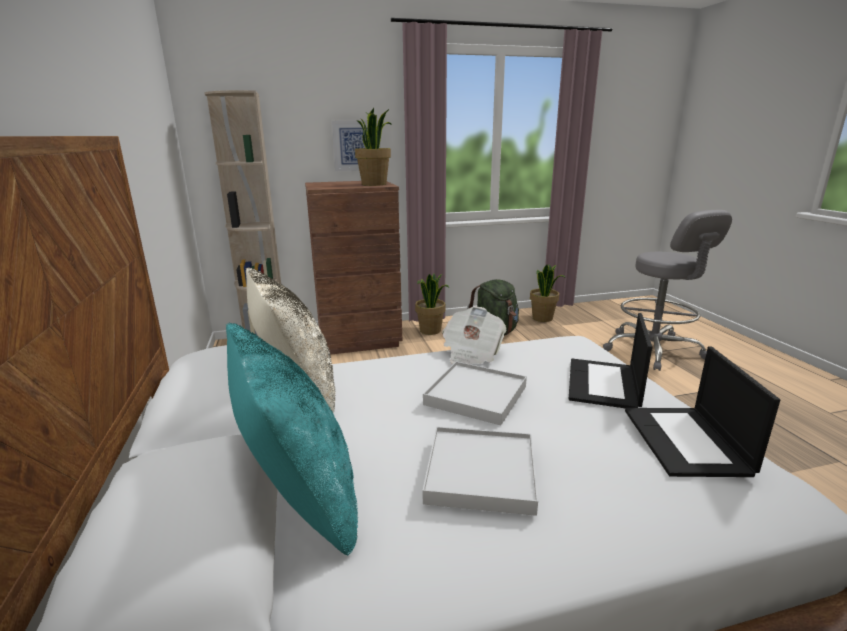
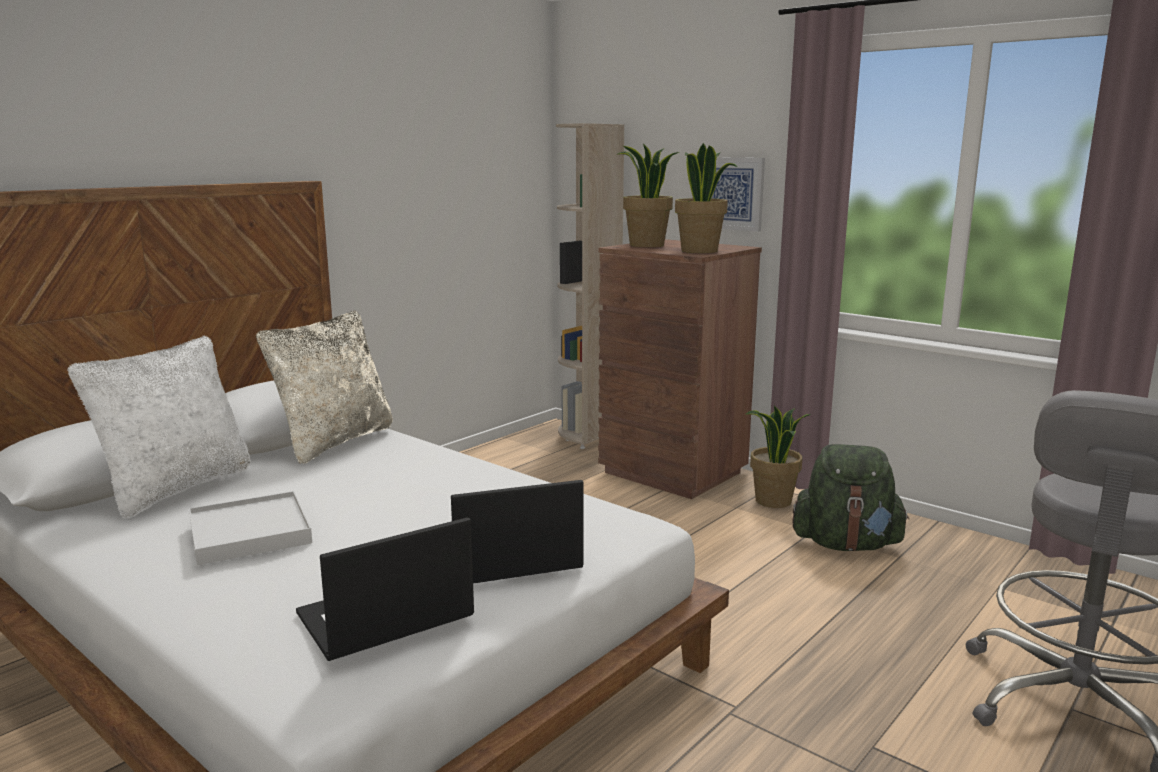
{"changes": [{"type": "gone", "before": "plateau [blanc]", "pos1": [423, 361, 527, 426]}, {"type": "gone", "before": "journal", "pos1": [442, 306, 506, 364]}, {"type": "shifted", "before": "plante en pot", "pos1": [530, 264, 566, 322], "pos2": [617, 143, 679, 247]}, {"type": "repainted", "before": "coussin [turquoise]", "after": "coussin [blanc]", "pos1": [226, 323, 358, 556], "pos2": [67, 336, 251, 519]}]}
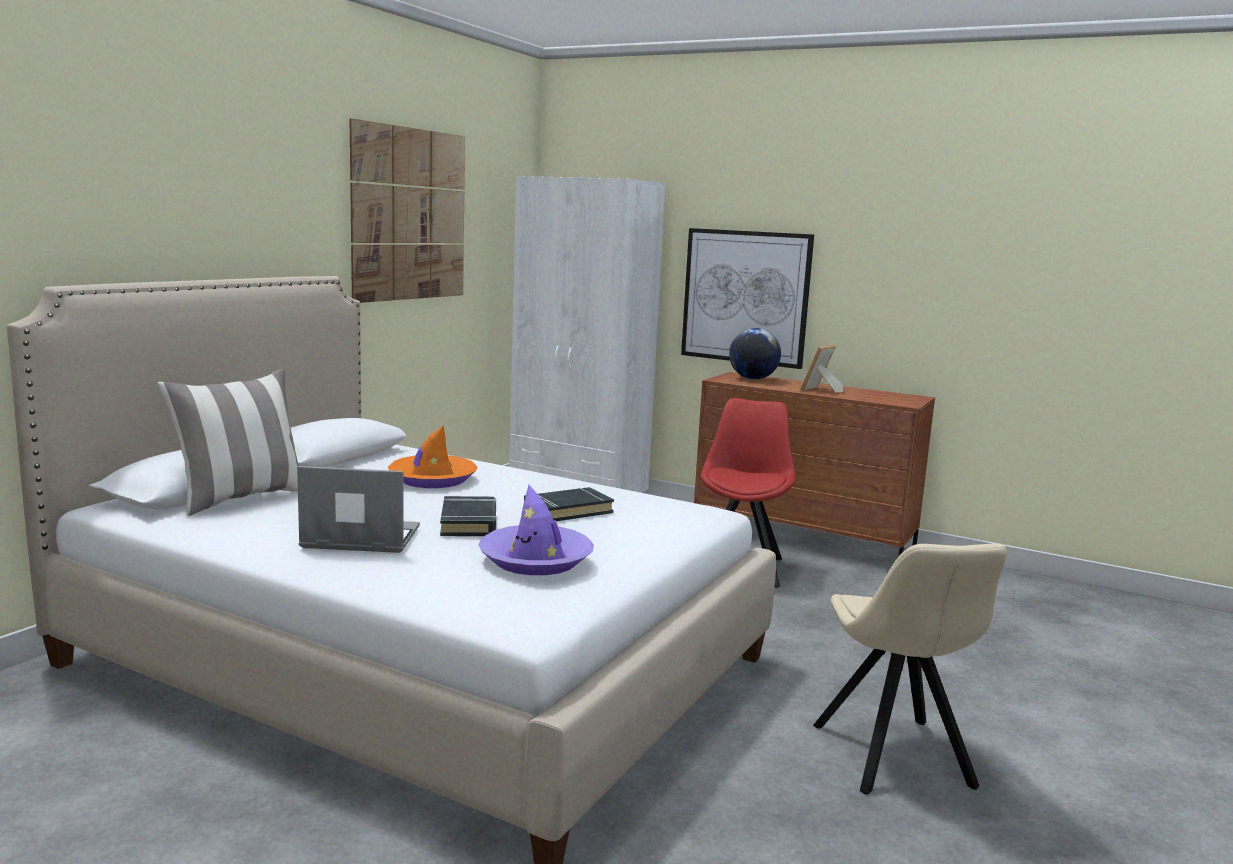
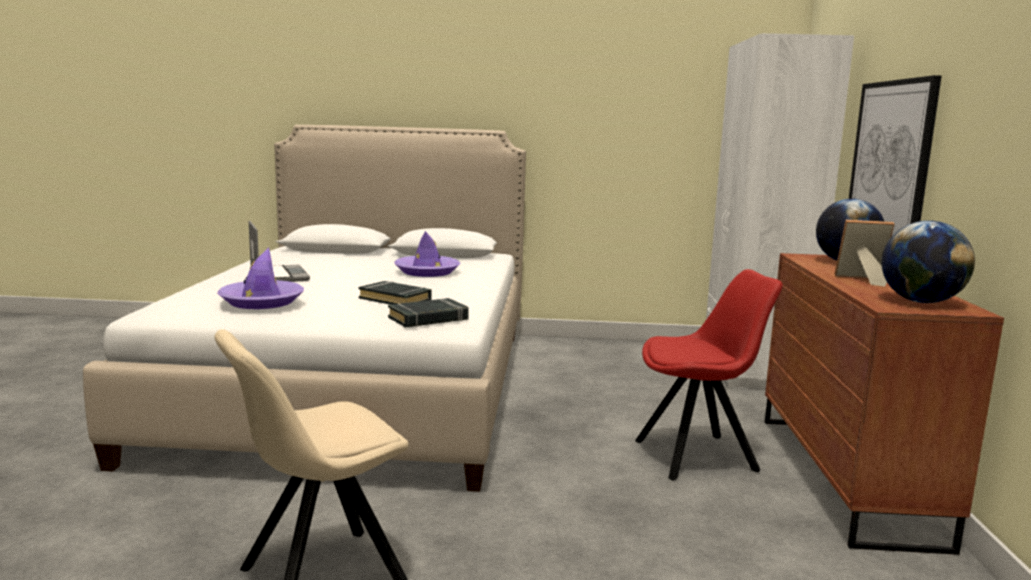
{"changes": [{"type": "gone", "before": "coussin", "pos1": [158, 368, 299, 516]}, {"type": "gone", "before": "tableau", "pos1": [350, 118, 465, 303]}, {"type": "new", "after": "globe", "pos2": [882, 221, 975, 303]}, {"type": "shifted", "before": "livre [noir]", "pos1": [440, 496, 497, 536], "pos2": [388, 298, 469, 327]}, {"type": "repainted", "before": "chapeau [orange]", "after": "chapeau [violet]", "pos1": [388, 425, 478, 488], "pos2": [394, 231, 460, 277]}]}
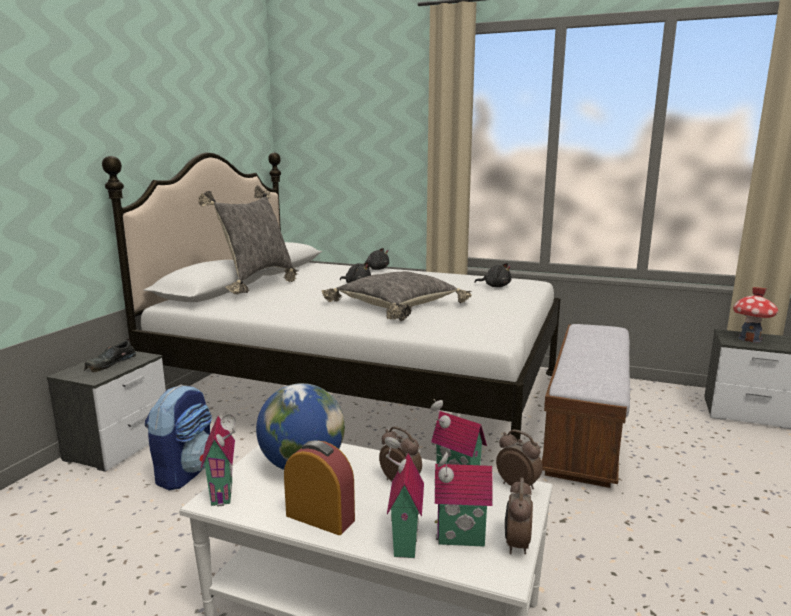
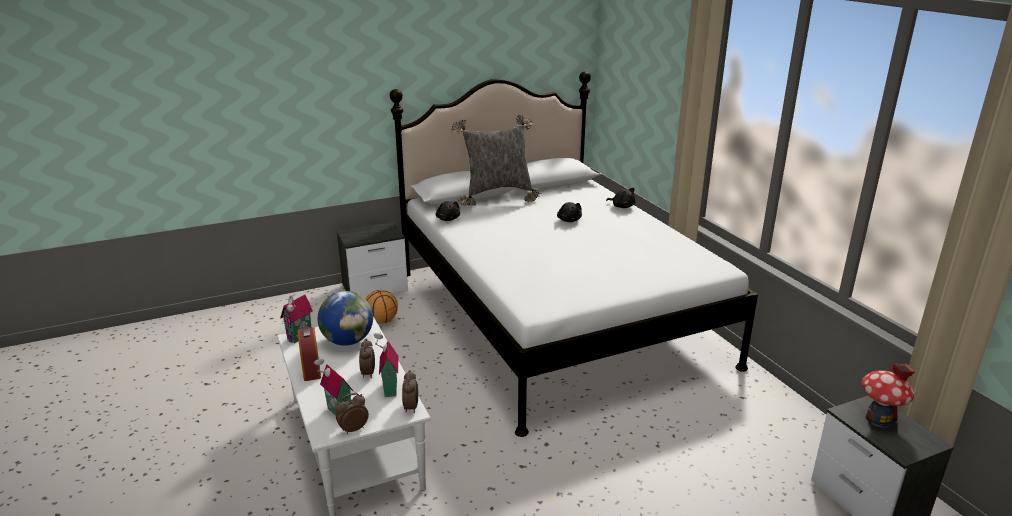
{"changes": [{"type": "gone", "before": "chaussure [noir]", "pos1": [84, 338, 136, 372]}, {"type": "gone", "before": "coussin", "pos1": [321, 271, 472, 321]}, {"type": "gone", "before": "maison miniature", "pos1": [385, 435, 424, 558]}, {"type": "gone", "before": "banc", "pos1": [542, 324, 630, 488]}, {"type": "shifted", "before": "peluche [noir]", "pos1": [474, 263, 511, 287], "pos2": [436, 201, 460, 221]}, {"type": "swapped", "before": "sac à dos", "after": "ballon de basket", "pos1": [145, 385, 212, 490], "pos2": [366, 290, 398, 324]}]}
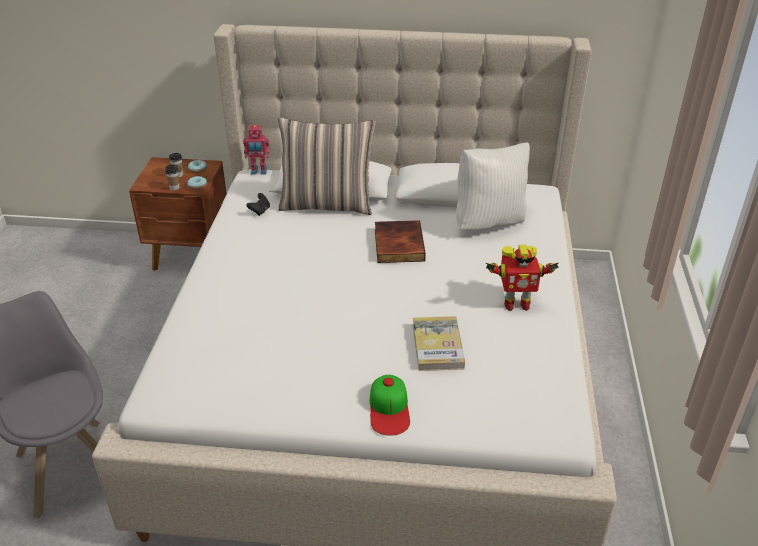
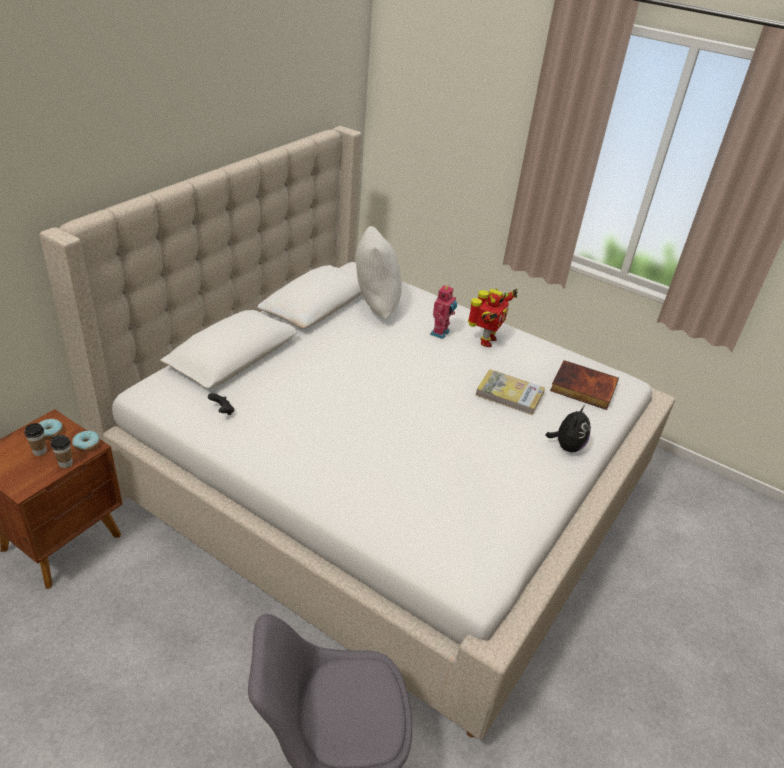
{"changes": [{"type": "gone", "before": "coussin", "pos1": [278, 117, 376, 215]}, {"type": "shifted", "before": "robot jouet", "pos1": [243, 125, 270, 175], "pos2": [430, 284, 457, 339]}, {"type": "shifted", "before": "livre", "pos1": [375, 220, 426, 263], "pos2": [550, 360, 619, 410]}, {"type": "swapped", "before": "casquette", "after": "peluche", "pos1": [370, 375, 410, 436], "pos2": [545, 405, 591, 452]}]}
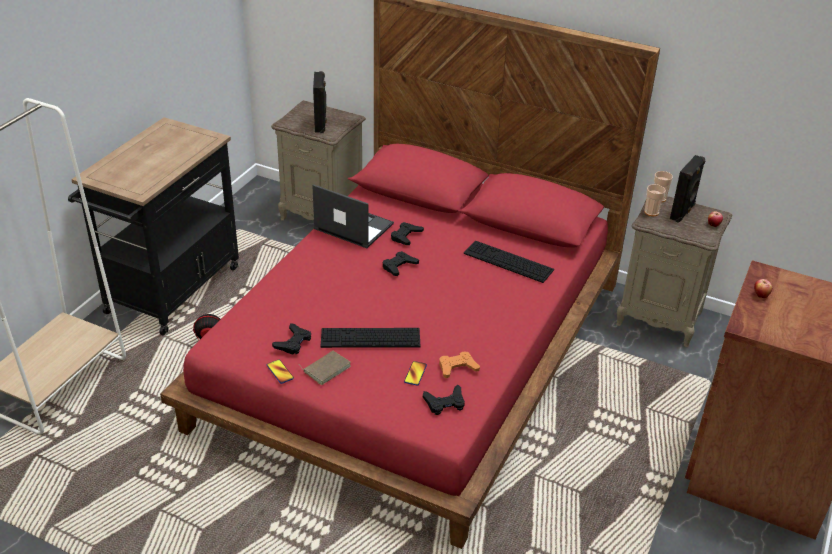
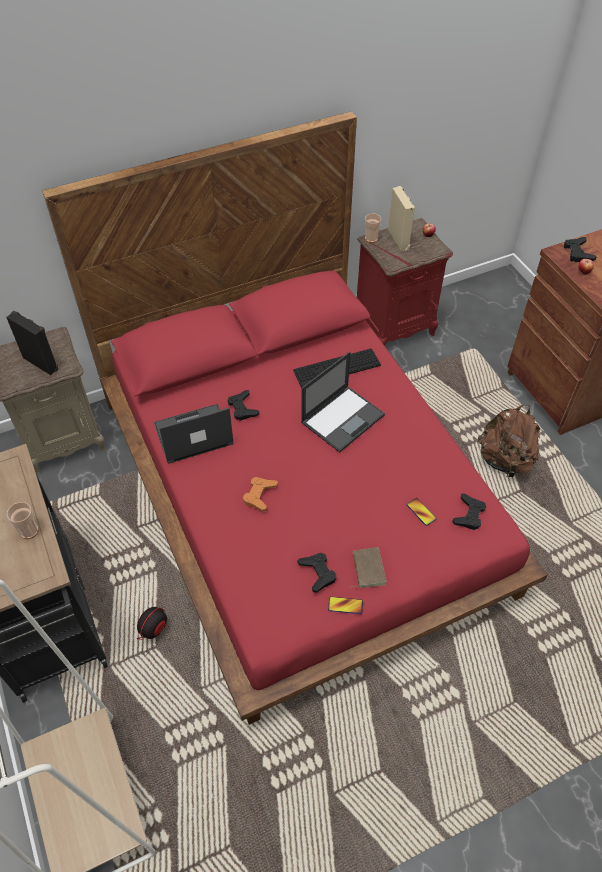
{"changes": [{"type": "gone", "before": "clavier", "pos1": [321, 328, 420, 348]}, {"type": "new", "after": "ordinateur portable", "pos2": [301, 352, 385, 453]}, {"type": "new", "after": "sac à dos [marron]", "pos2": [478, 405, 540, 477]}, {"type": "shifted", "before": "manette [noir]", "pos1": [382, 251, 419, 276], "pos2": [564, 237, 597, 262]}, {"type": "shifted", "before": "manette [orange]", "pos1": [439, 351, 480, 378], "pos2": [243, 477, 278, 512]}, {"type": "shifted", "before": "tasse", "pos1": [644, 184, 666, 216], "pos2": [7, 502, 39, 539]}, {"type": "repainted", "before": "table de chevet [beige]", "after": "table de chevet [rouge]", "pos1": [616, 196, 732, 347], "pos2": [357, 218, 453, 346]}, {"type": "repainted", "before": "enceinte [noir]", "after": "enceinte [beige]", "pos1": [670, 155, 705, 223], "pos2": [388, 186, 415, 251]}]}
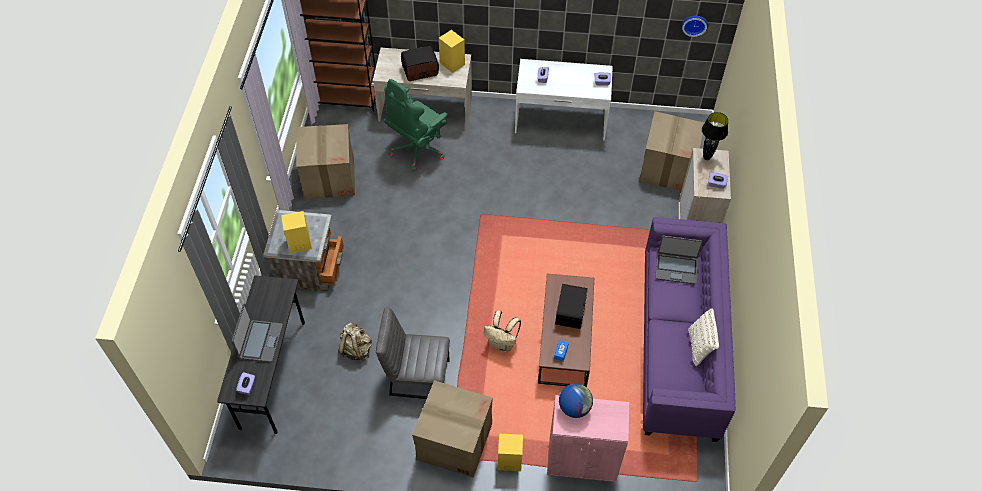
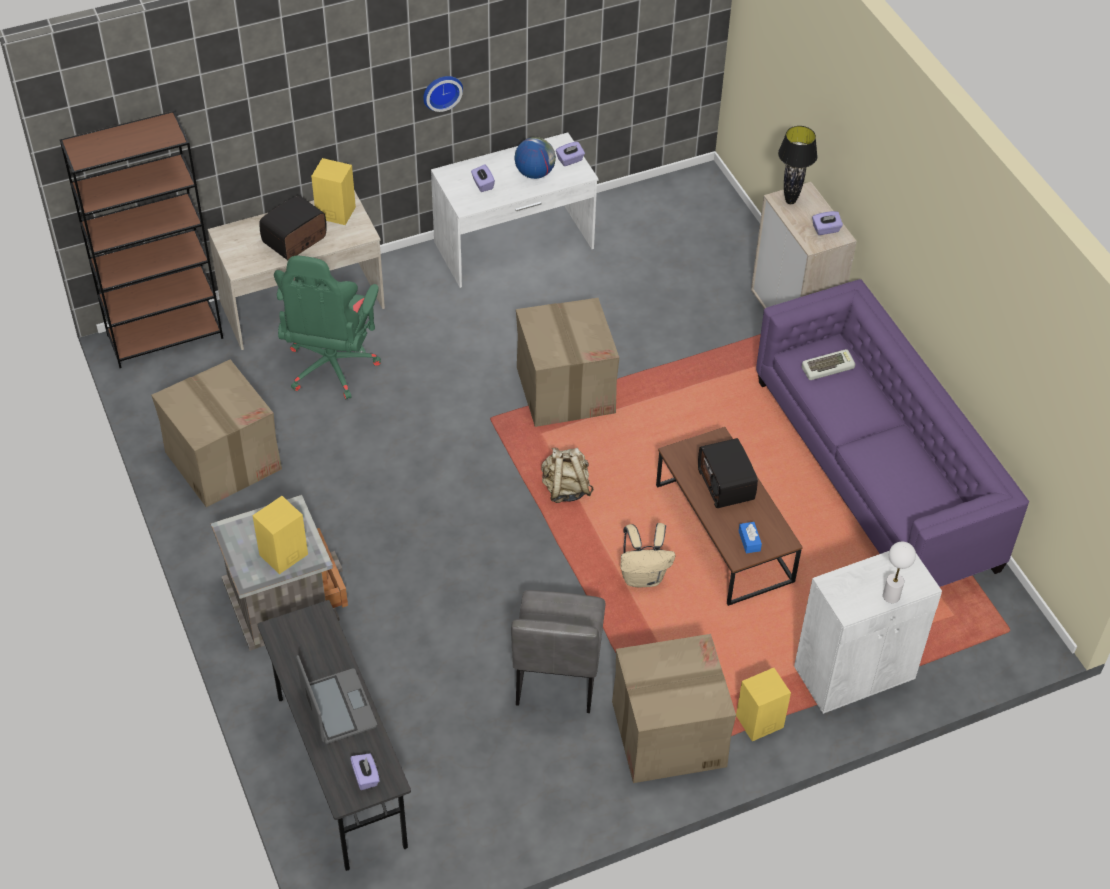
{"changes": [{"type": "gone", "before": "coussin [beige]", "pos1": [688, 308, 719, 366]}, {"type": "new", "after": "lampe de table [blanc]", "pos2": [883, 542, 916, 603]}, {"type": "shifted", "before": "sac à dos [beige]", "pos1": [338, 323, 372, 361], "pos2": [541, 447, 594, 503]}, {"type": "shifted", "before": "globe", "pos1": [559, 383, 593, 418], "pos2": [514, 137, 556, 179]}, {"type": "shifted", "before": "carton", "pos1": [639, 111, 704, 191], "pos2": [516, 298, 619, 427]}, {"type": "shifted", "before": "horloge murale", "pos1": [681, 16, 708, 37], "pos2": [423, 76, 463, 112]}, {"type": "swapped", "before": "ordinateur portable", "after": "clavier", "pos1": [655, 236, 703, 284], "pos2": [802, 349, 855, 380]}, {"type": "repainted", "before": "meuble de rangement [rose]", "after": "meuble de rangement [blanc]", "pos1": [547, 395, 629, 482], "pos2": [794, 551, 942, 714]}, {"type": "rotated", "before": "chaise [gris]", "pos1": [376, 307, 450, 399], "pos2": [511, 590, 605, 713], "turn": -60}]}
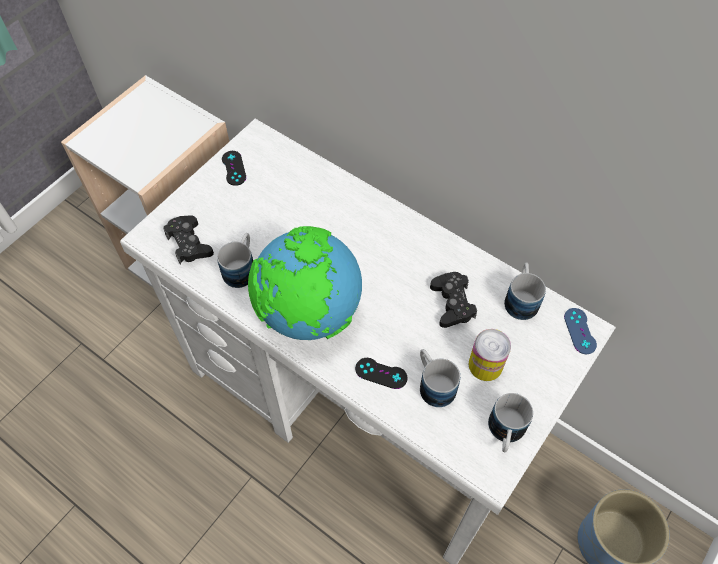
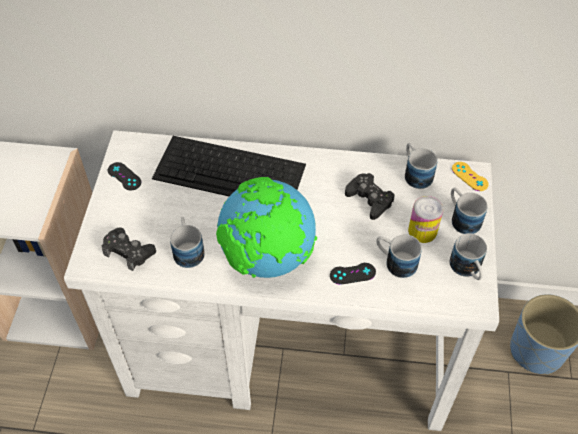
{"changes": [{"type": "new", "after": "clavier", "pos2": [152, 136, 306, 196]}, {"type": "new", "after": "mug", "pos2": [451, 187, 487, 234]}, {"type": "repainted", "before": "manette [bleu]", "after": "manette [jaune]", "pos1": [564, 308, 597, 354], "pos2": [452, 162, 489, 191]}]}
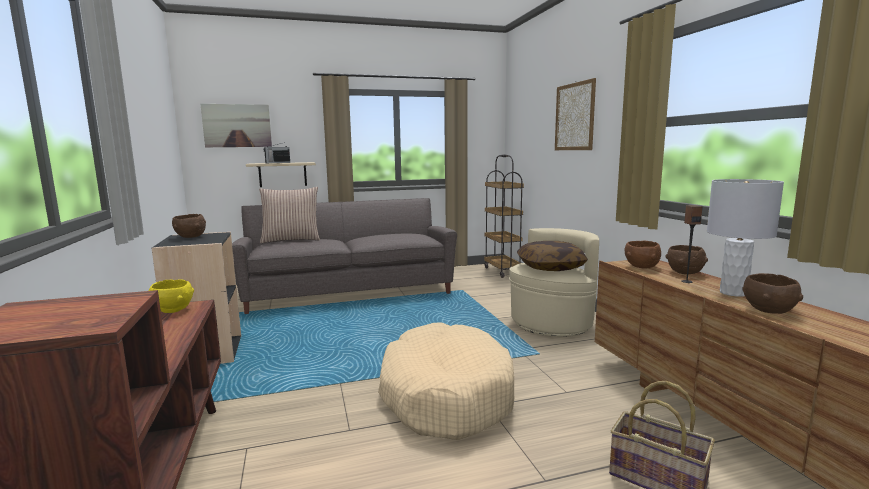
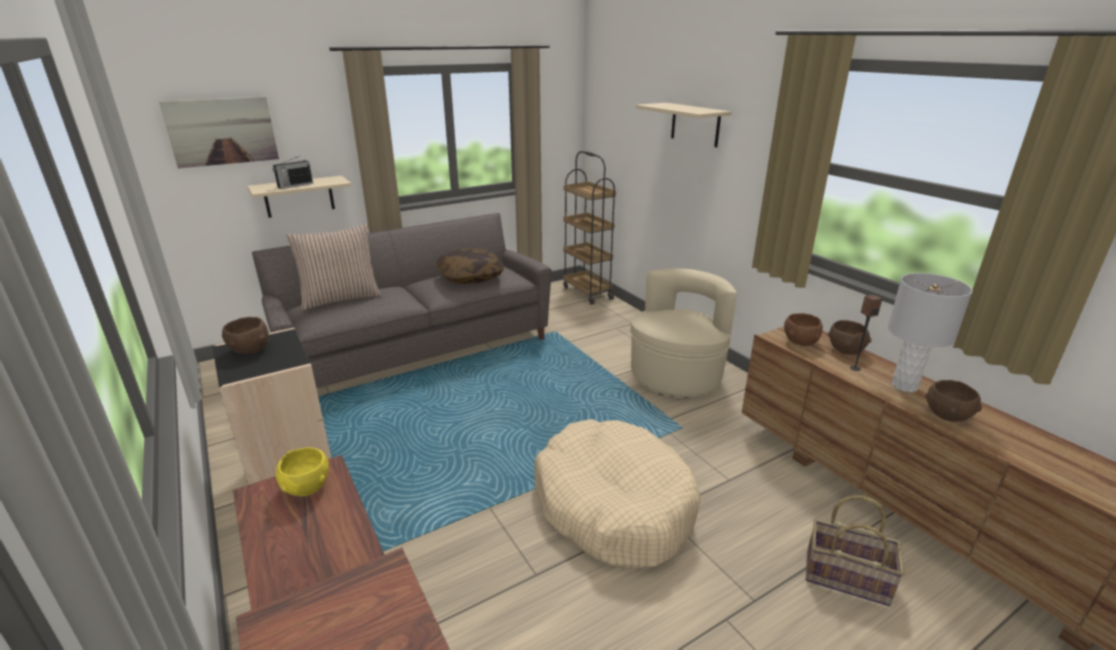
{"changes": [{"type": "shifted", "before": "coussin", "pos1": [517, 241, 588, 271], "pos2": [436, 248, 504, 284]}, {"type": "swapped", "before": "tableau", "after": "étagère [beige]", "pos1": [555, 78, 596, 150], "pos2": [636, 103, 731, 147]}]}
